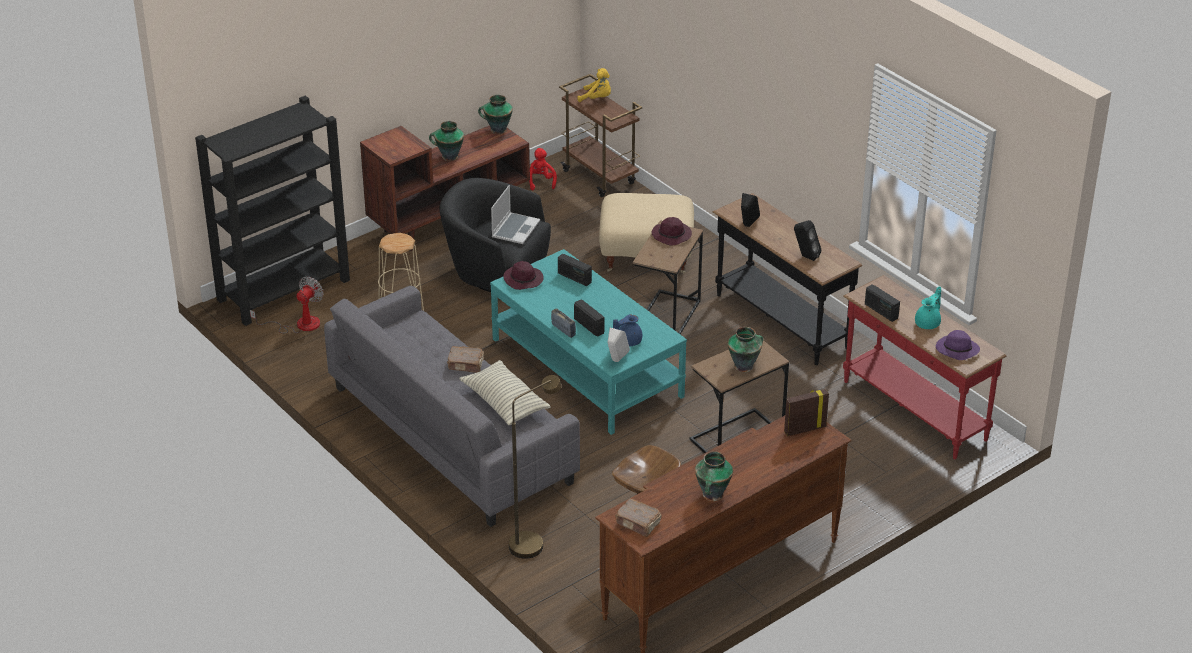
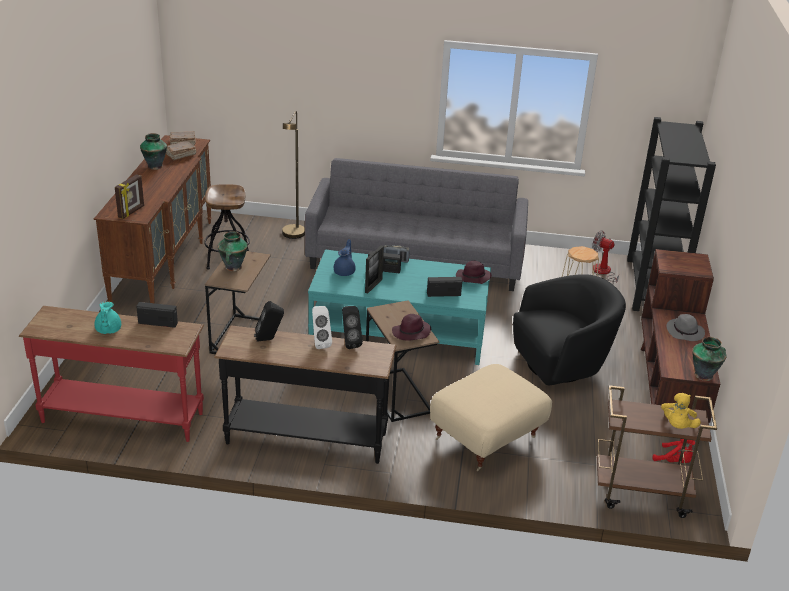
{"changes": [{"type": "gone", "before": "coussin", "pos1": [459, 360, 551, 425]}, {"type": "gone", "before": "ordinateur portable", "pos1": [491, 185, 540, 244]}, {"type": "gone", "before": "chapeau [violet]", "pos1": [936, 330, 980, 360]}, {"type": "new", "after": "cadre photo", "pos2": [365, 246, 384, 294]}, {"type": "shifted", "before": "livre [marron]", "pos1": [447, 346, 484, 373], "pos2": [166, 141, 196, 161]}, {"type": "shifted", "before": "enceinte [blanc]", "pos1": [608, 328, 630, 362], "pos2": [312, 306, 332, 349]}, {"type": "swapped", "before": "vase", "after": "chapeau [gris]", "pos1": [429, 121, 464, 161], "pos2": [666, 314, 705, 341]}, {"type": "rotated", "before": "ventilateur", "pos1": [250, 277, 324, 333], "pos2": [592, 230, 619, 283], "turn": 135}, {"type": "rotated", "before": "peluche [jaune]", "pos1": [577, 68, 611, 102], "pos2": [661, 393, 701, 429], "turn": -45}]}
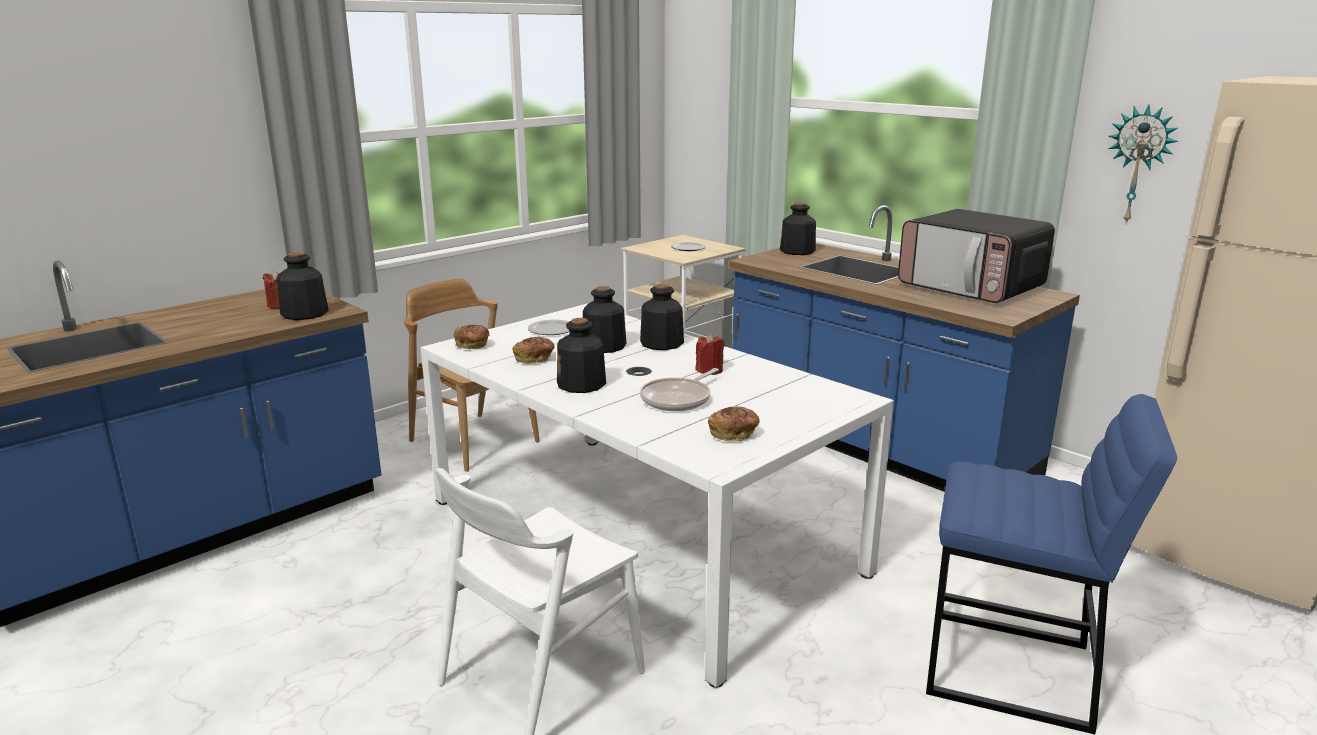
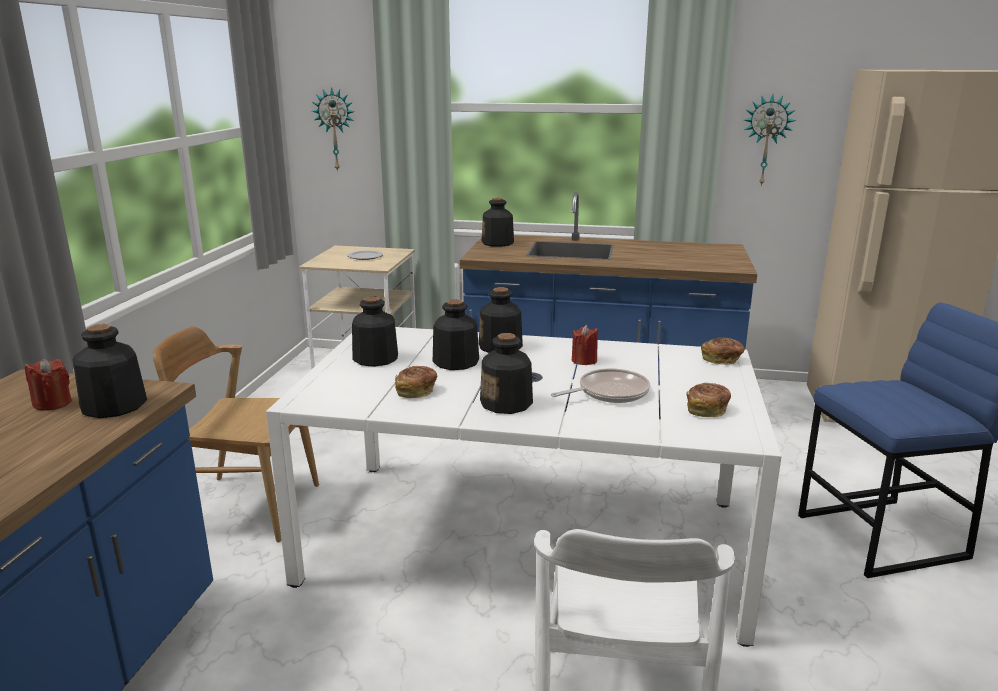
{"changes": [{"type": "gone", "before": "micro-ondes", "pos1": [898, 209, 1055, 303]}, {"type": "new", "after": "horloge murale", "pos2": [312, 87, 354, 172]}, {"type": "shifted", "before": "pain", "pos1": [454, 325, 489, 349], "pos2": [701, 337, 745, 365]}, {"type": "swapped", "before": "assiette", "after": "bouteille", "pos1": [528, 319, 570, 335], "pos2": [352, 296, 398, 367]}, {"type": "rotated", "before": "poêle", "pos1": [640, 368, 719, 411], "pos2": [551, 368, 650, 403], "turn": -120}]}
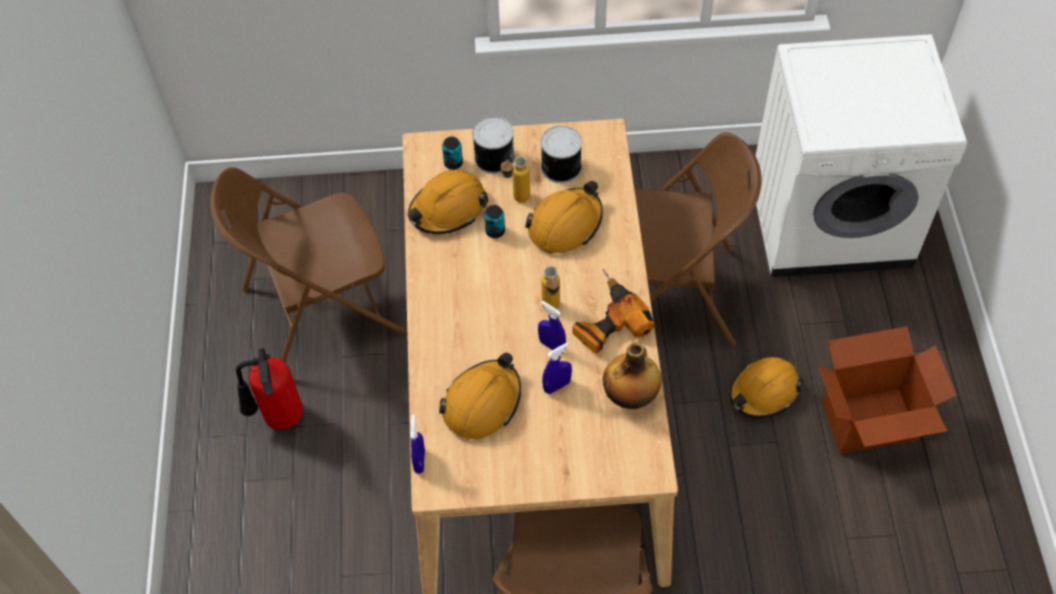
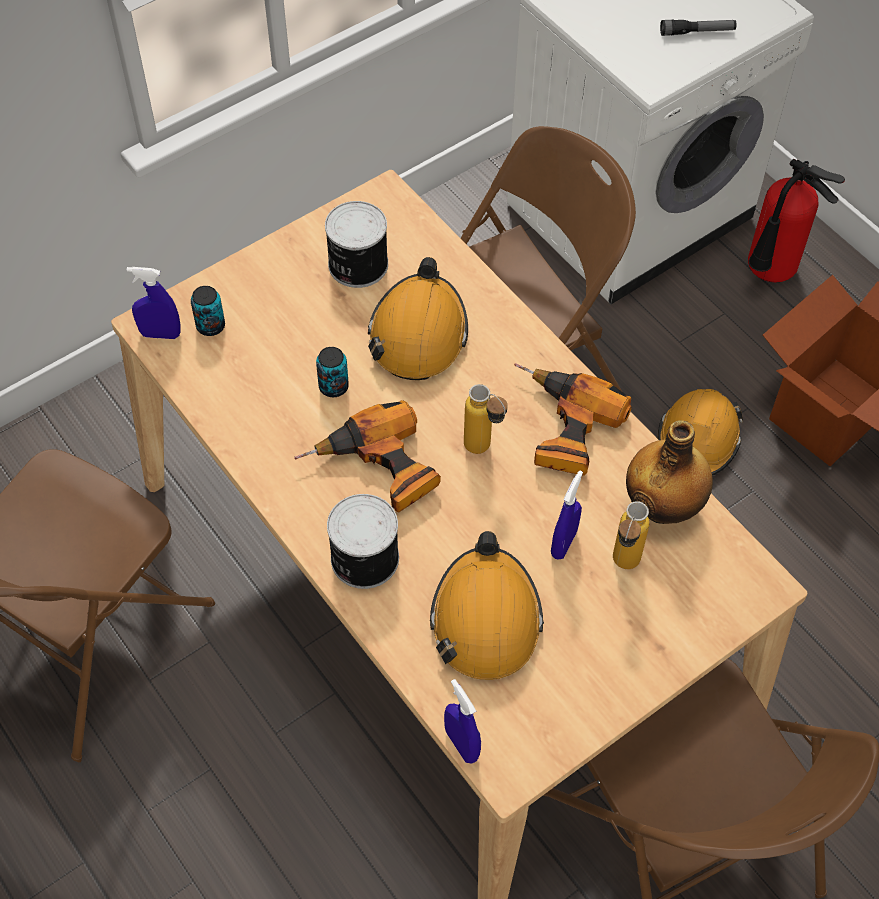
{"changes": [{"type": "gone", "before": "casque de chantier [orange]", "pos1": [408, 170, 488, 234]}, {"type": "new", "after": "perceuse", "pos2": [294, 400, 441, 512]}, {"type": "new", "after": "lampe de poche", "pos2": [660, 20, 736, 36]}, {"type": "shifted", "before": "extincteur", "pos1": [236, 348, 303, 430], "pos2": [748, 159, 845, 283]}, {"type": "shifted", "before": "boîte métallique", "pos1": [472, 116, 515, 174], "pos2": [327, 494, 399, 589]}, {"type": "shifted", "before": "bouteille", "pos1": [501, 157, 530, 203], "pos2": [613, 501, 650, 569]}, {"type": "shifted", "before": "vaporisateur [bleu]", "pos1": [538, 301, 566, 353], "pos2": [127, 267, 181, 339]}]}
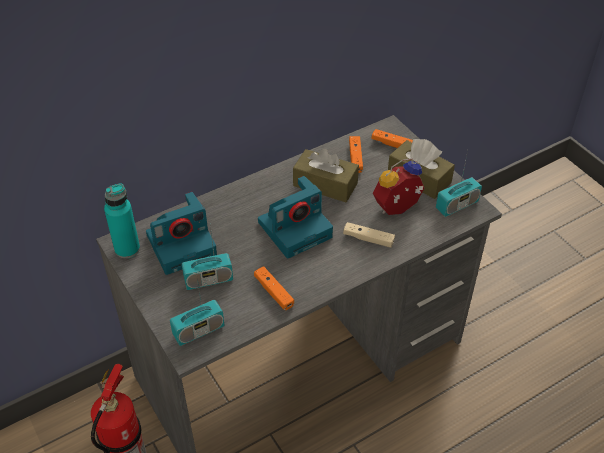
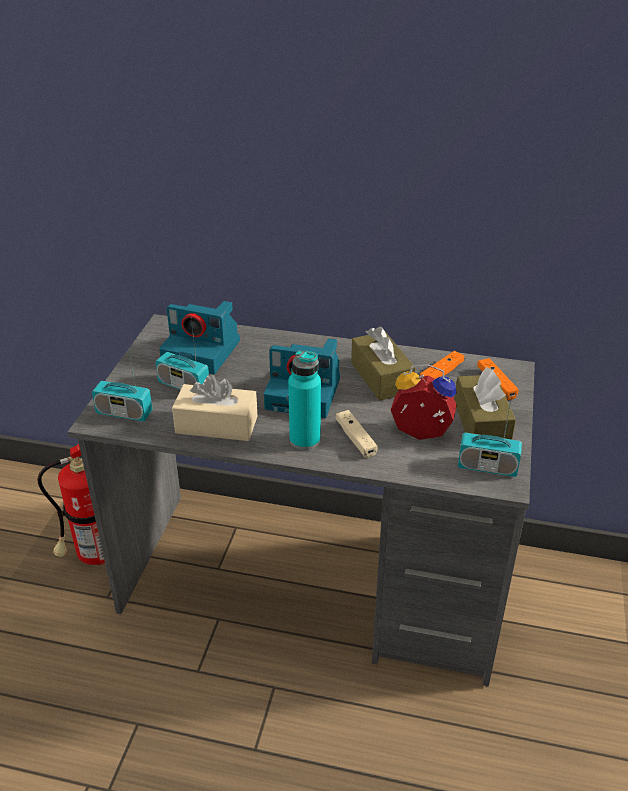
{"changes": [{"type": "shifted", "before": "bouteille [turquoise]", "pos1": [104, 184, 140, 259], "pos2": [288, 350, 321, 450]}, {"type": "swapped", "before": "manette [orange]", "after": "boîte à mouchoirs [beige]", "pos1": [254, 266, 294, 310], "pos2": [172, 374, 257, 441]}]}
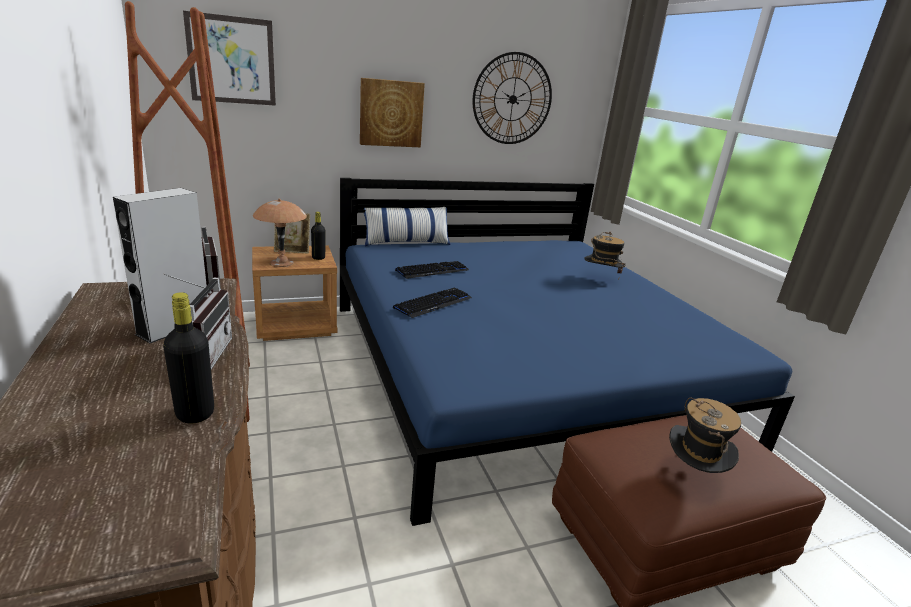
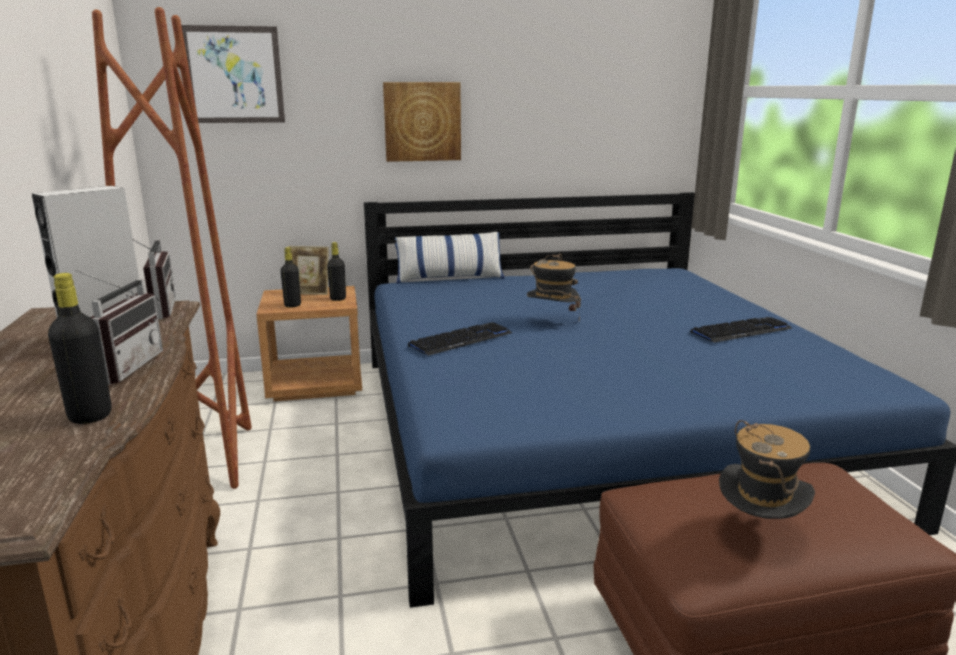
{"changes": [{"type": "gone", "before": "horloge murale", "pos1": [473, 52, 552, 144]}, {"type": "shifted", "before": "clavier", "pos1": [395, 261, 469, 279], "pos2": [691, 317, 792, 343]}, {"type": "shifted", "before": "chapeau", "pos1": [585, 232, 626, 281], "pos2": [527, 254, 581, 320]}, {"type": "swapped", "before": "lampe de table [marron]", "after": "bouteille [noir]", "pos1": [253, 198, 307, 267], "pos2": [281, 247, 301, 307]}]}
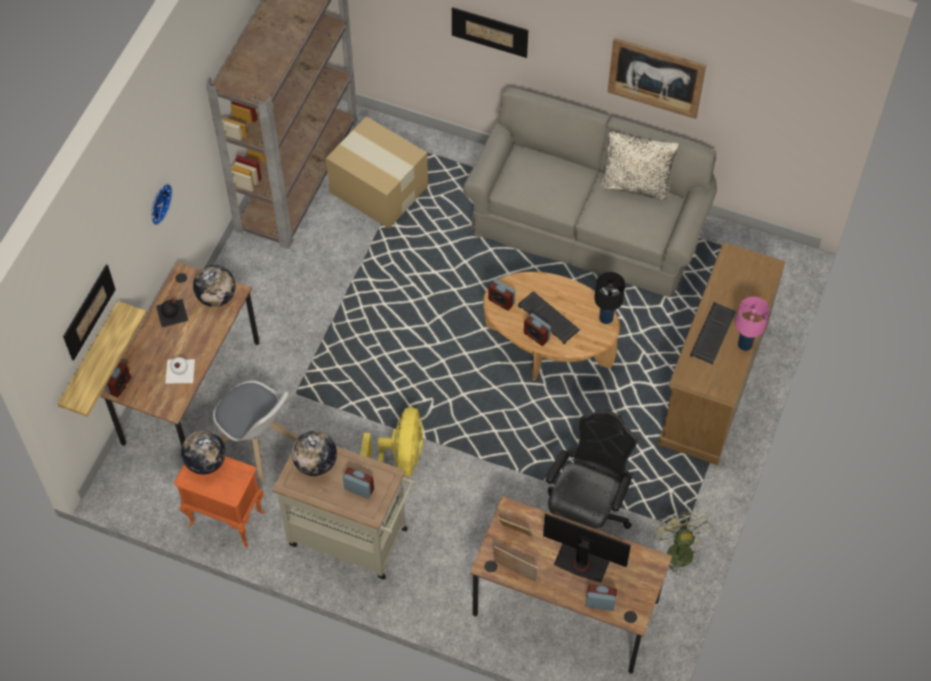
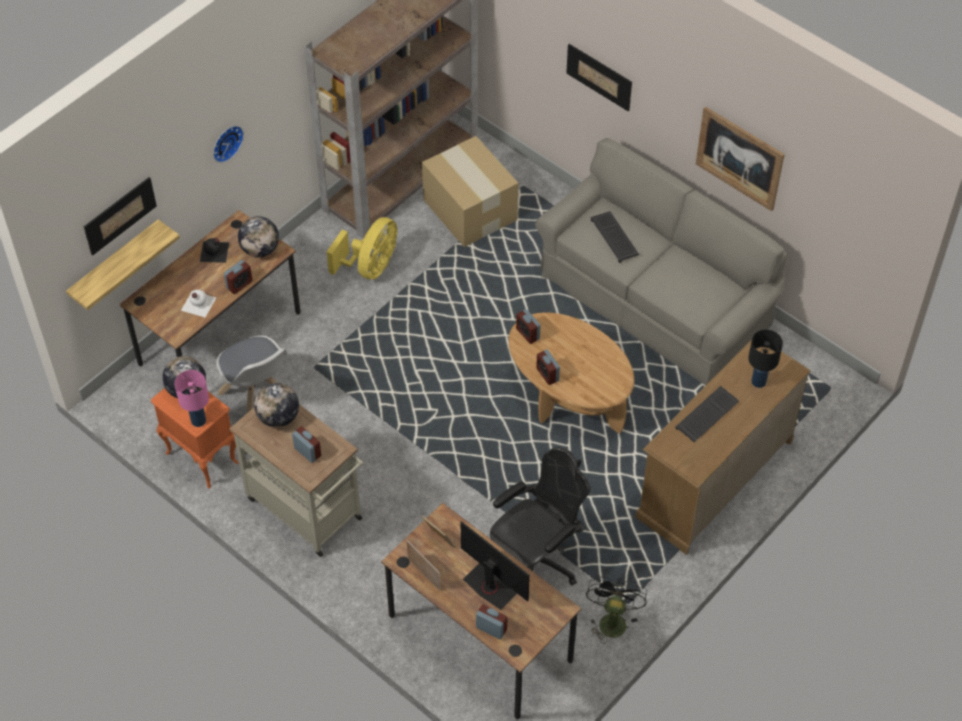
{"changes": [{"type": "gone", "before": "coussin [beige]", "pos1": [601, 131, 680, 200]}, {"type": "shifted", "before": "réveil", "pos1": [105, 362, 131, 397], "pos2": [224, 260, 252, 294]}, {"type": "shifted", "before": "ventilateur [jaune]", "pos1": [360, 407, 423, 477], "pos2": [327, 217, 397, 280]}, {"type": "shifted", "before": "clavier", "pos1": [518, 291, 580, 345], "pos2": [591, 211, 639, 263]}, {"type": "shifted", "before": "lampe de table [noir]", "pos1": [594, 272, 625, 324], "pos2": [748, 330, 783, 388]}, {"type": "shifted", "before": "lampe de table [rose]", "pos1": [735, 297, 770, 351], "pos2": [175, 370, 209, 427]}, {"type": "repainted", "before": "ventilateur [vert]", "after": "ventilateur [noir]", "pos1": [652, 511, 712, 575], "pos2": [586, 577, 647, 644]}]}
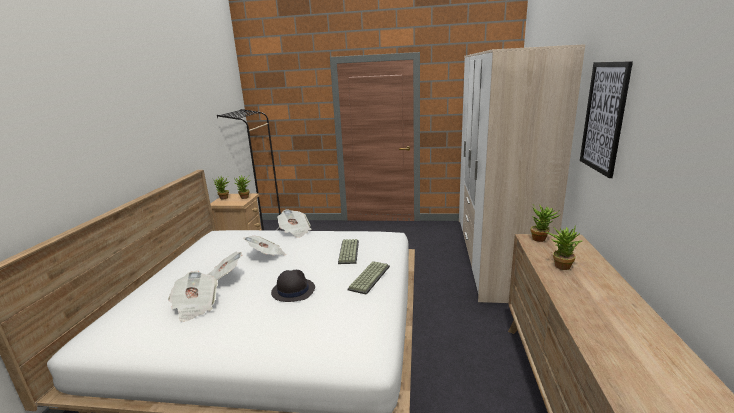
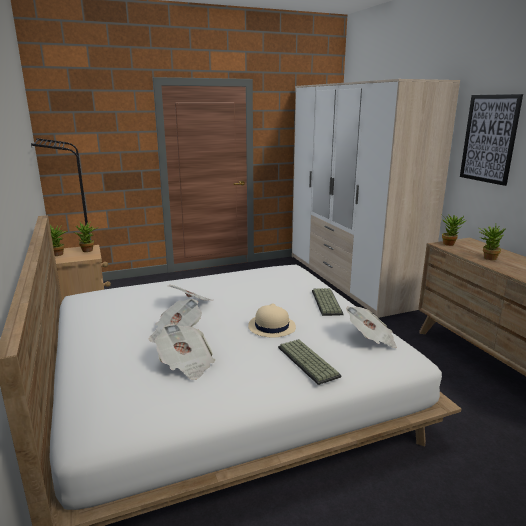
{"changes": [{"type": "shifted", "before": "journal", "pos1": [277, 209, 311, 238], "pos2": [346, 306, 397, 348]}, {"type": "shifted", "before": "clavier", "pos1": [338, 239, 359, 264], "pos2": [278, 339, 341, 385]}, {"type": "repainted", "before": "chapeau [noir]", "after": "chapeau [beige]", "pos1": [271, 270, 315, 302], "pos2": [248, 303, 296, 338]}]}
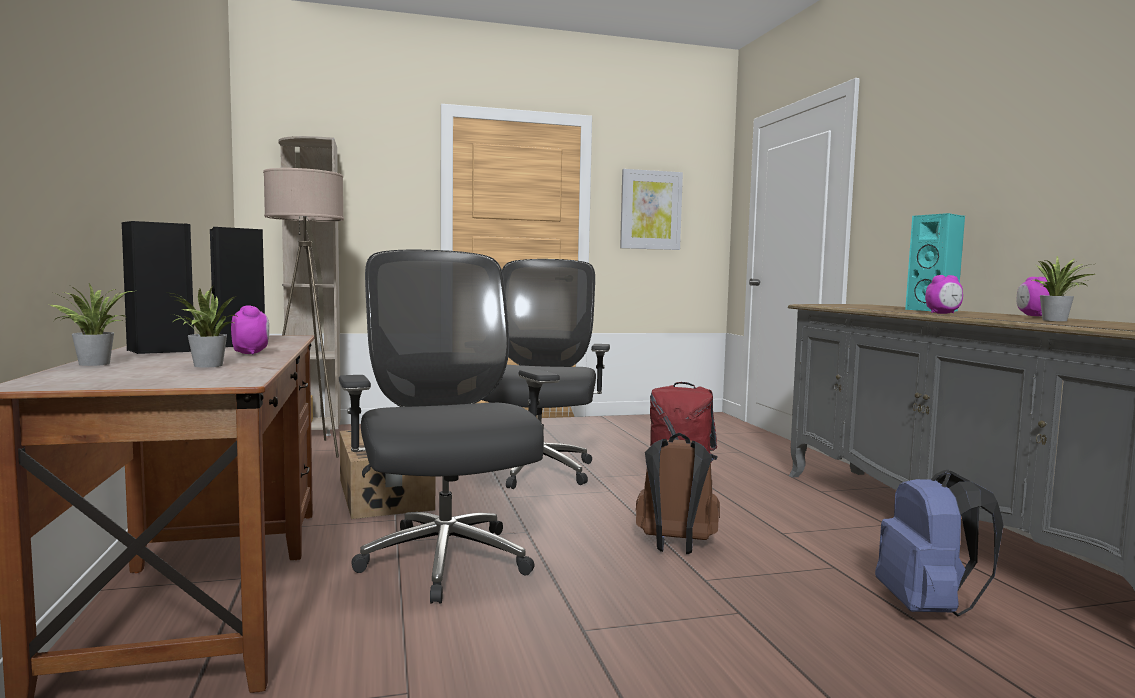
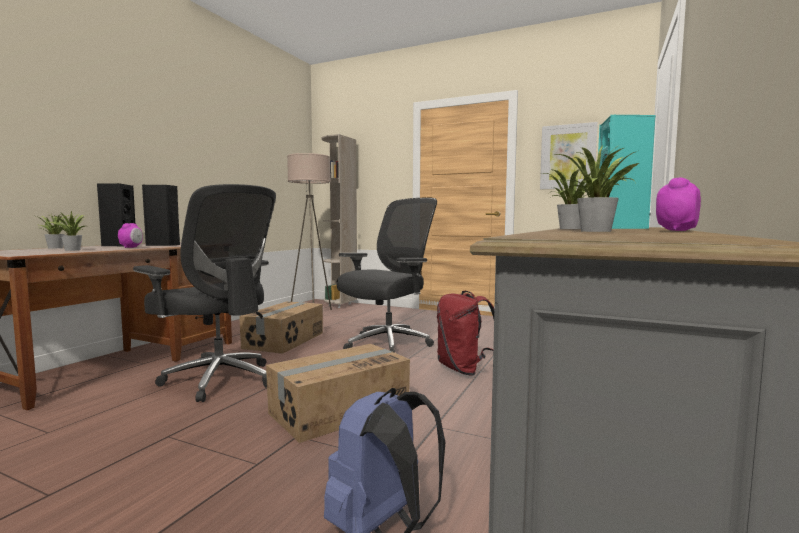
{"changes": [{"type": "swapped", "before": "sac à dos [marron]", "after": "carton", "pos1": [636, 433, 720, 554], "pos2": [266, 344, 410, 443]}, {"type": "swapped", "before": "réveil", "after": "plante en pot", "pos1": [925, 275, 963, 314], "pos2": [545, 167, 591, 229]}, {"type": "rotated", "before": "chaise de bureau", "pos1": [339, 250, 560, 604], "pos2": [133, 184, 276, 402], "turn": 105}]}
